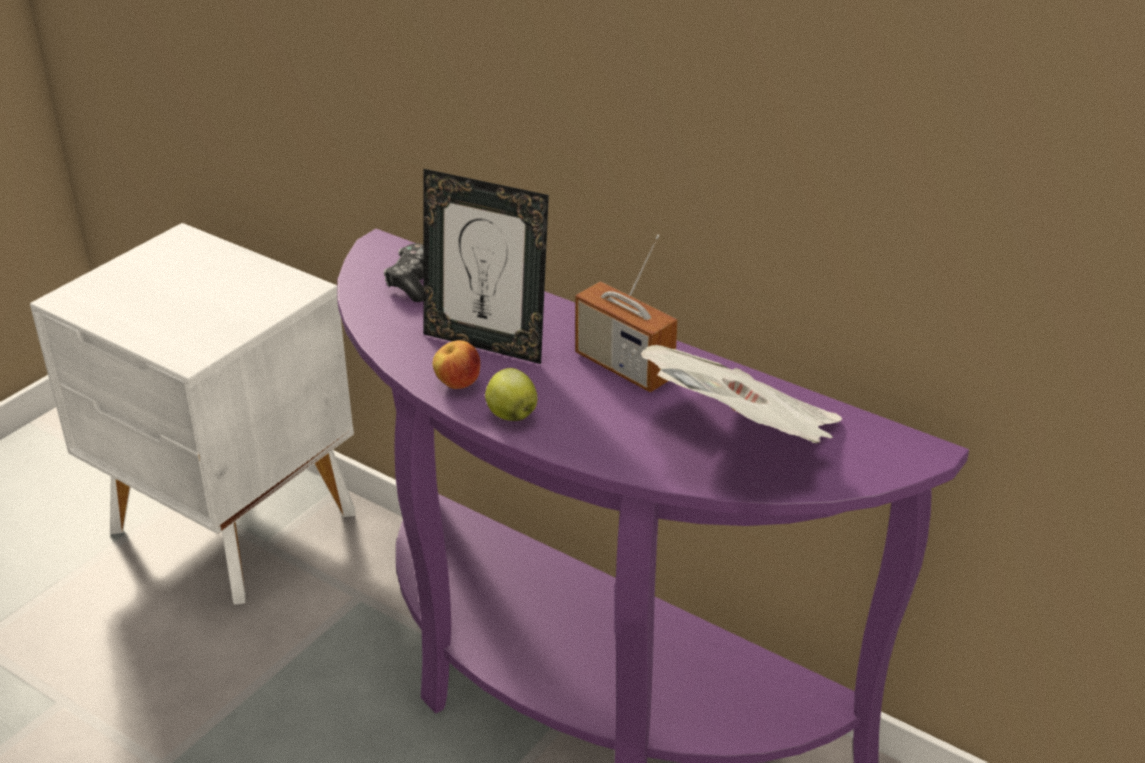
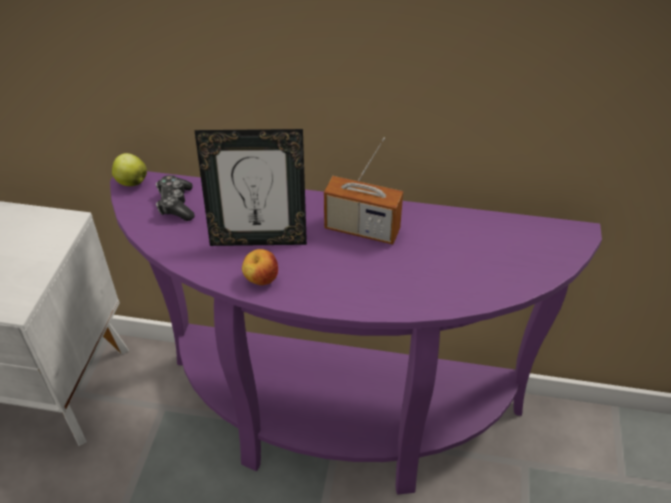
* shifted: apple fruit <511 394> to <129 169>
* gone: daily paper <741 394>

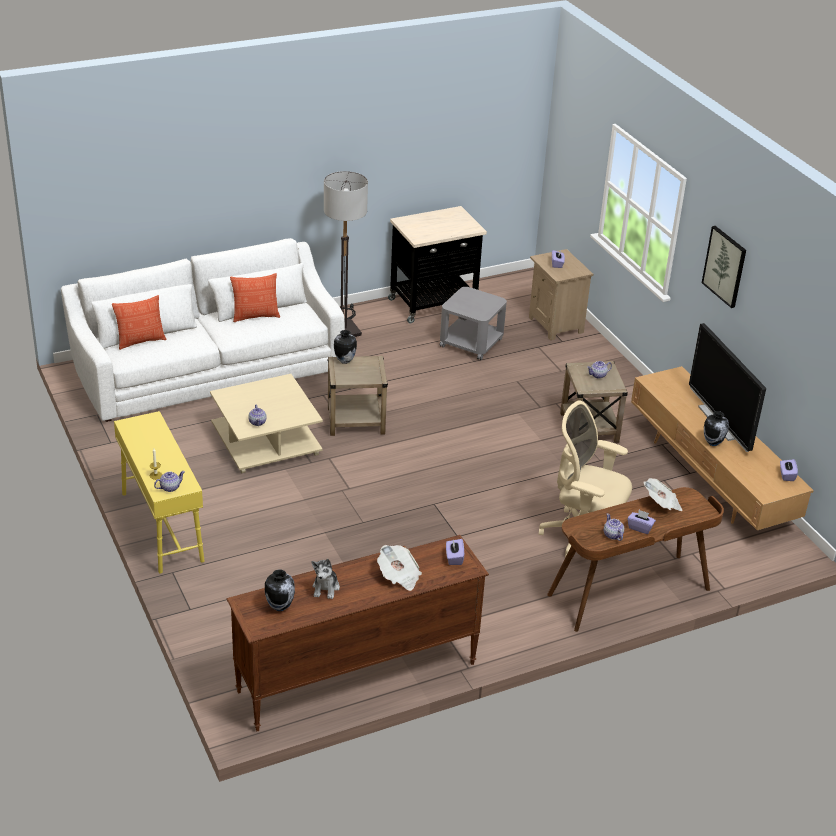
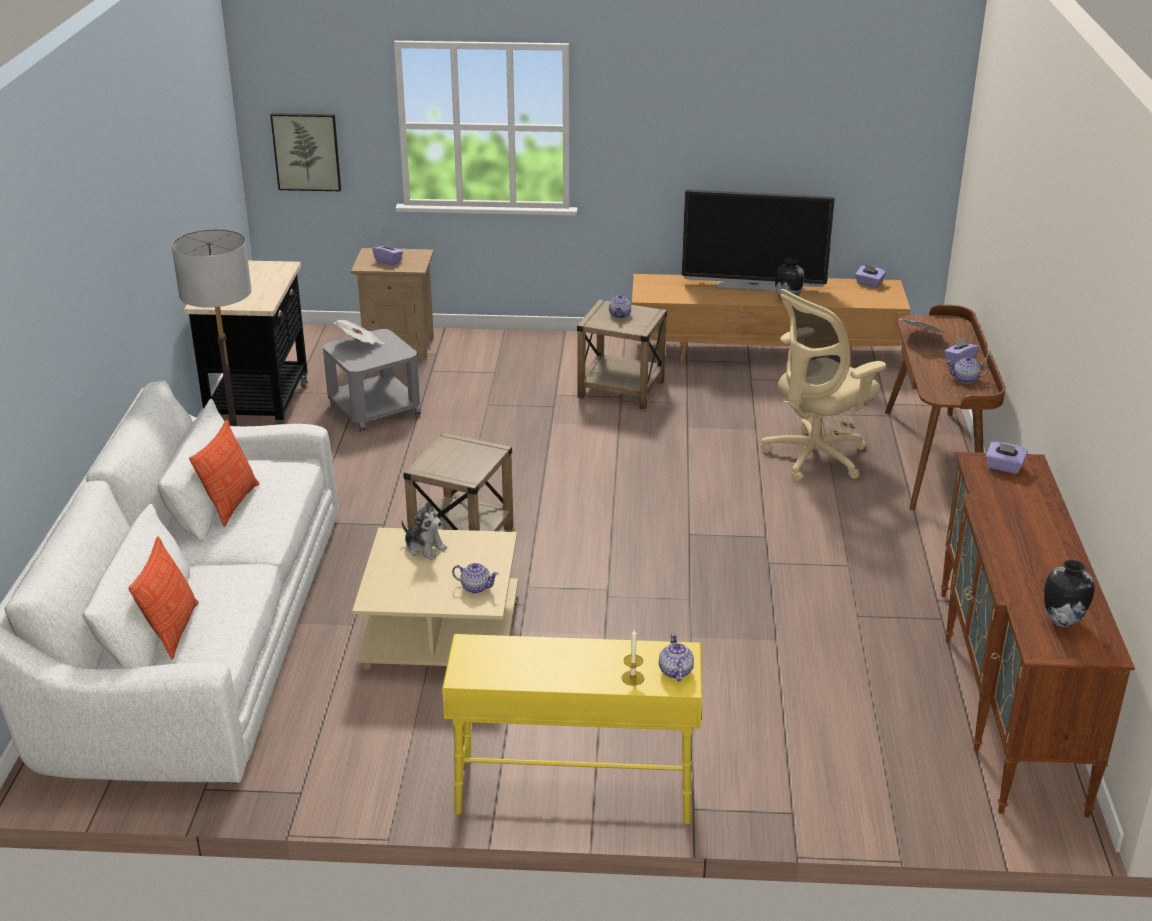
* shifted: wall picture <724 267> to <305 152>
* shifted: daily paper <399 568> to <359 332>
* shifted: cuddly toy <325 579> to <424 530>
* gone: decorative vase <345 347>

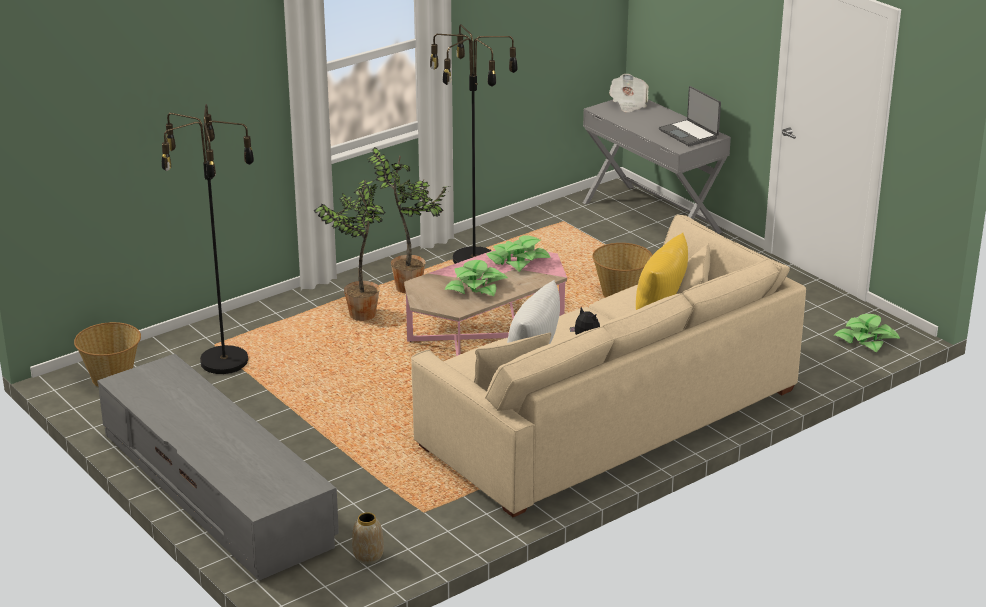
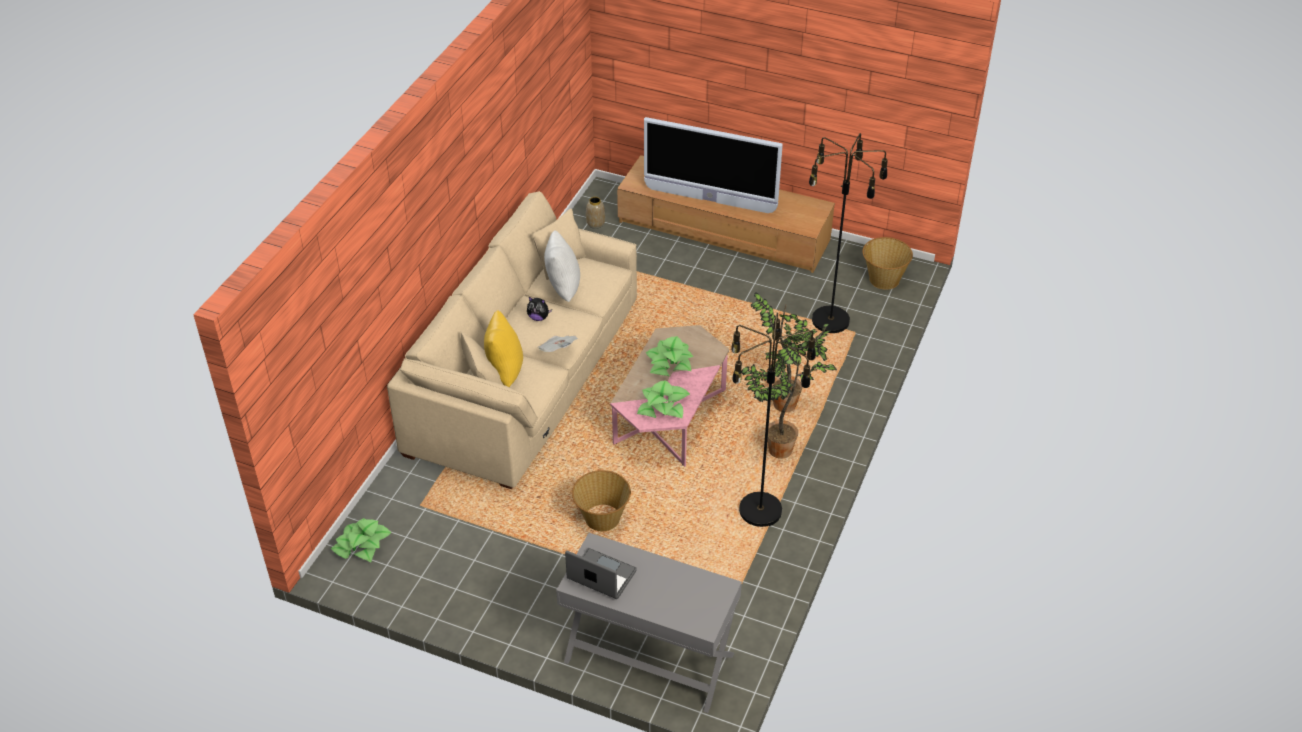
* shifted: daily paper <629 93> to <558 344>
* repainted: tv stand (greyish) <218 467> to tv stand (brown-coloured) <726 214>
* new: television <713 165>

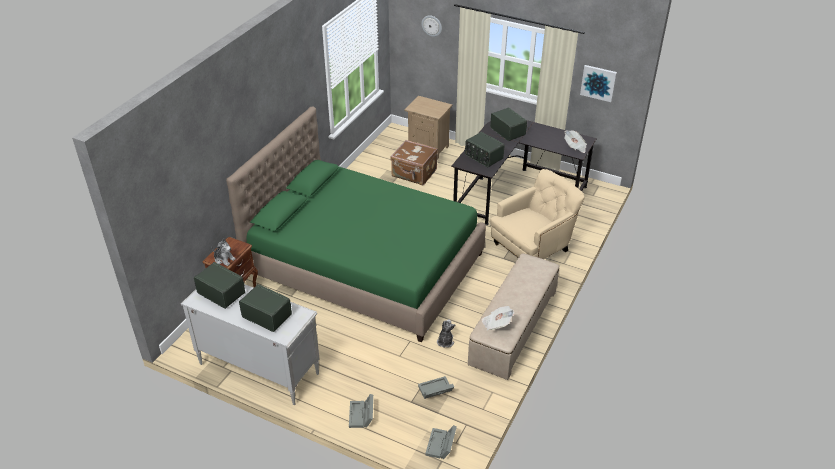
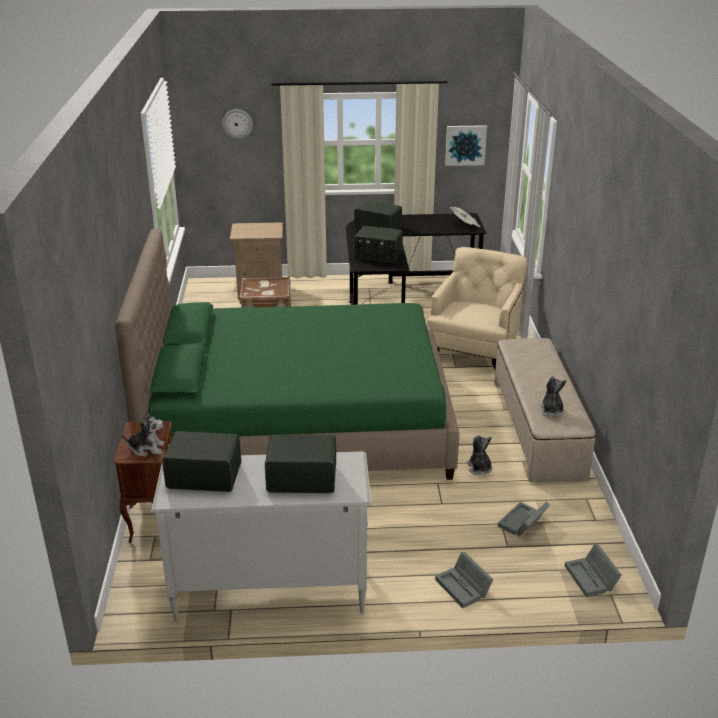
* swapped: daily paper <498 318> to cuddly toy <553 396>

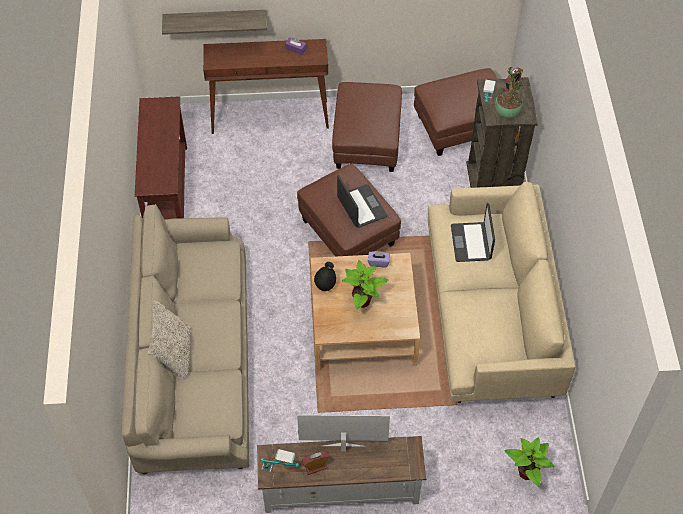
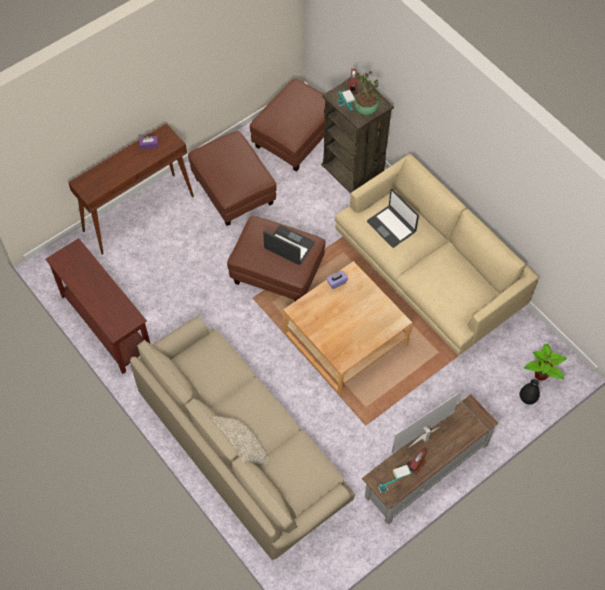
* shifted: decorative vase (blackish) <325 276> to <529 392>
* gone: wall shelf <214 22>
* gone: plant in a pot <365 284>

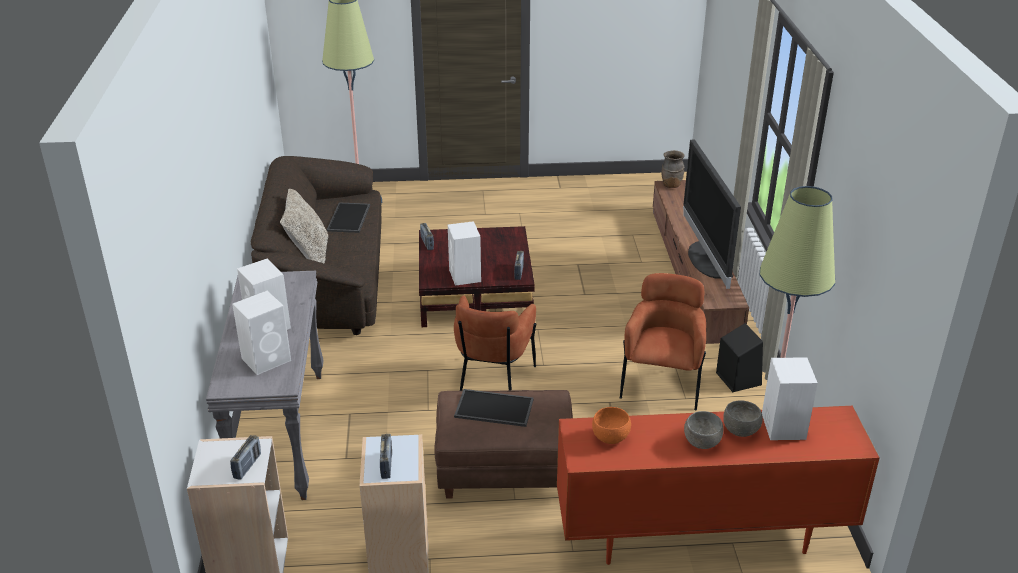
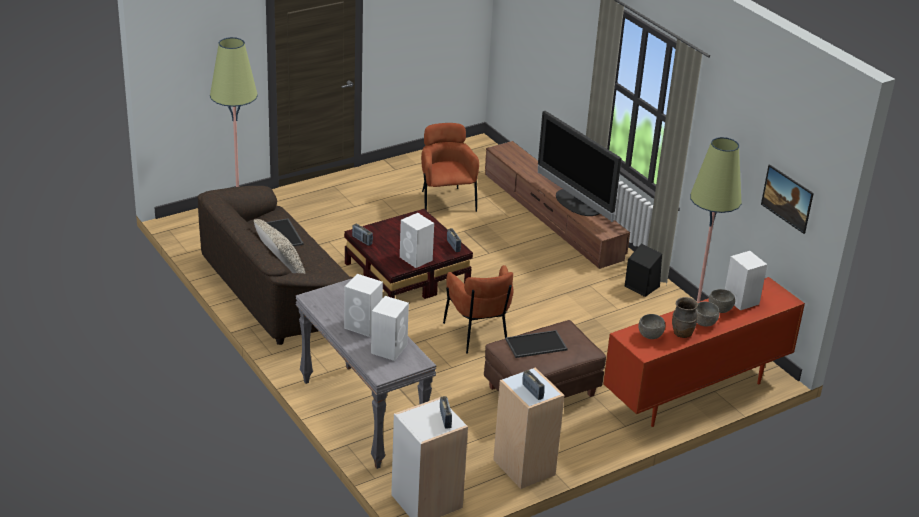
* shifted: easy chair (brown-coloured) <662 341> to <450 167>
* repainted: bowl (orange) <611 425> to bowl (greyish) <652 326>
* shifted: decorative vase (brown-coloured) <672 169> to <685 317>
* new: wall picture <787 199>

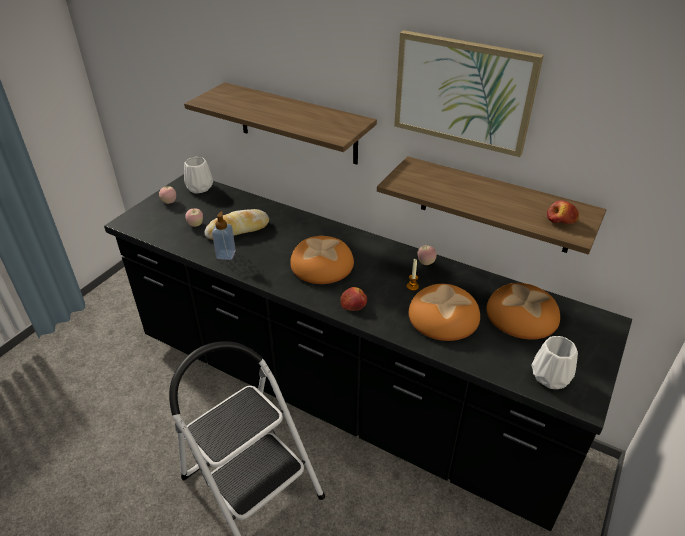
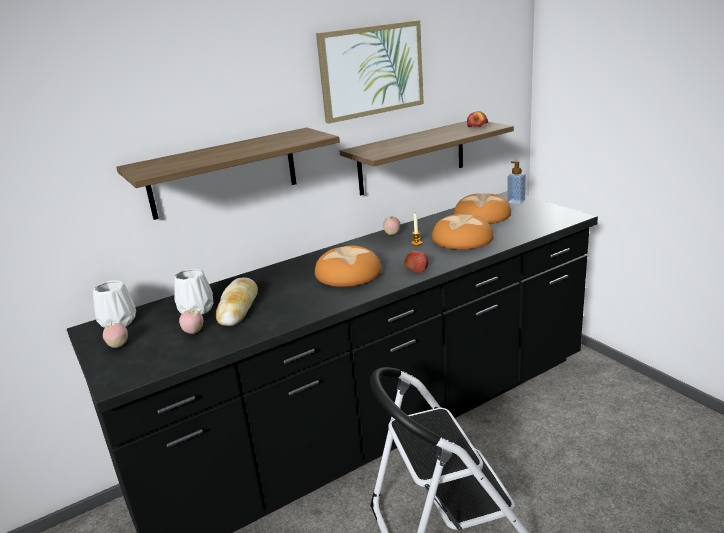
* shifted: decorative vase (white-coloured) <555 362> to <194 291>
* shifted: soap dispenser <224 235> to <516 182>

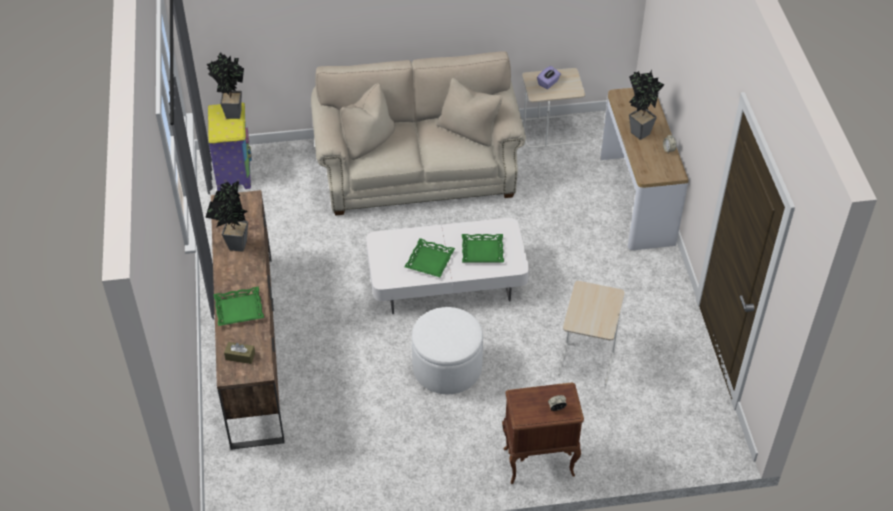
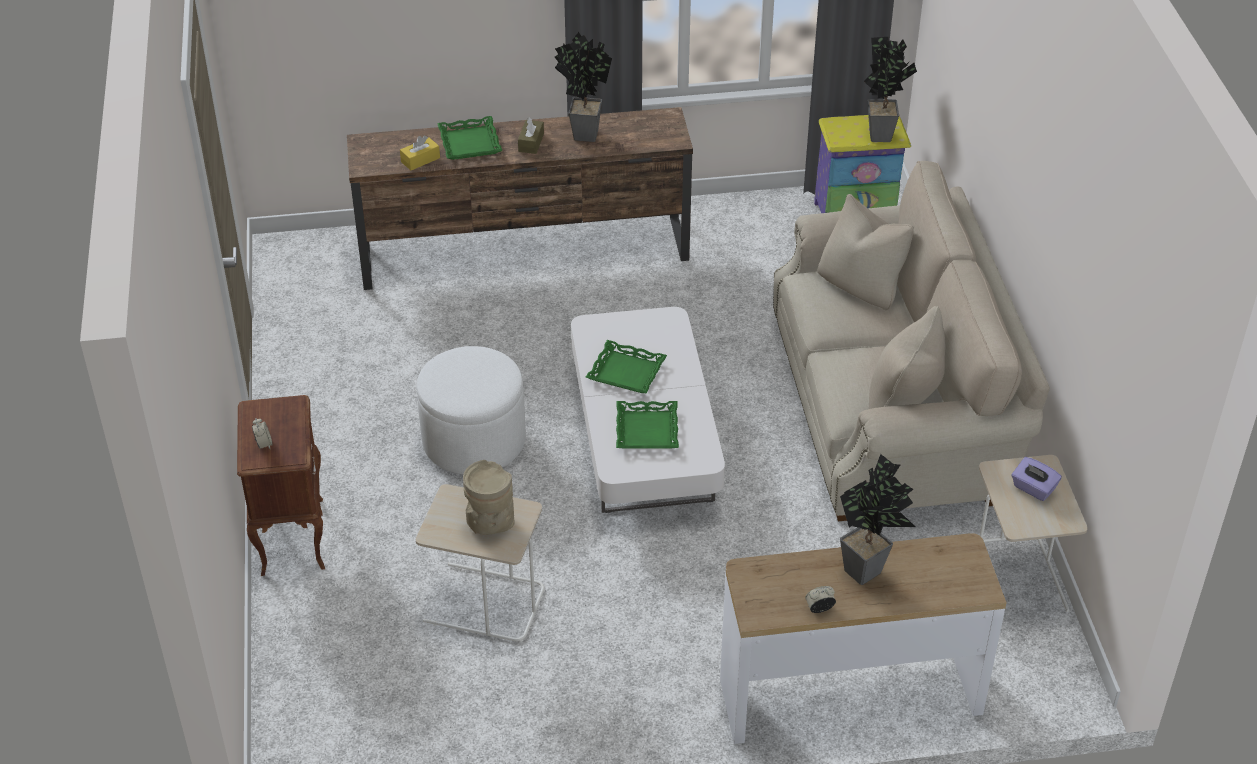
* new: tissue holder (yellow) <420 153>
* new: decorative vase (beige) <489 497>
* shifted: tissue holder (brown-coloured) <239 353> to <531 135>

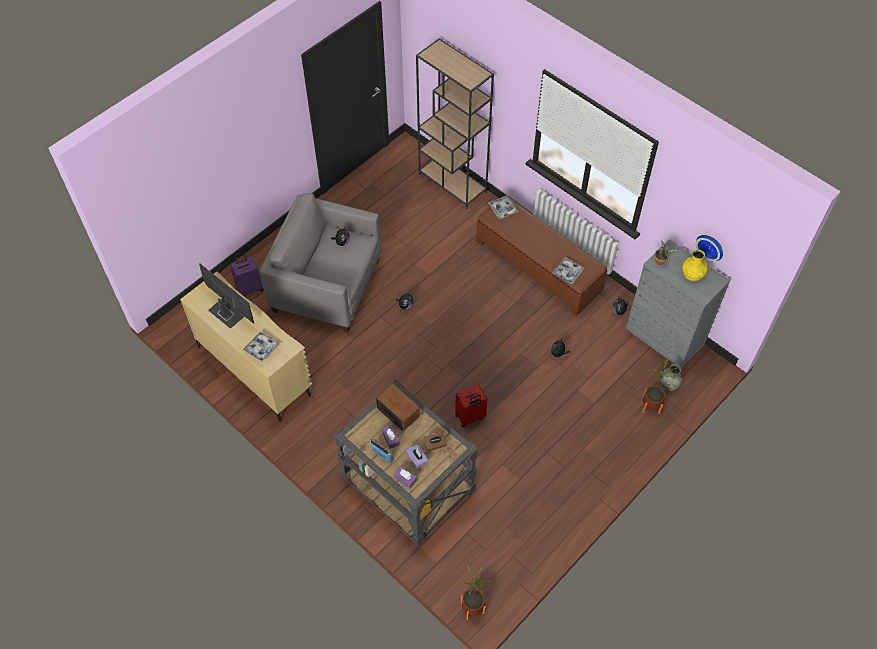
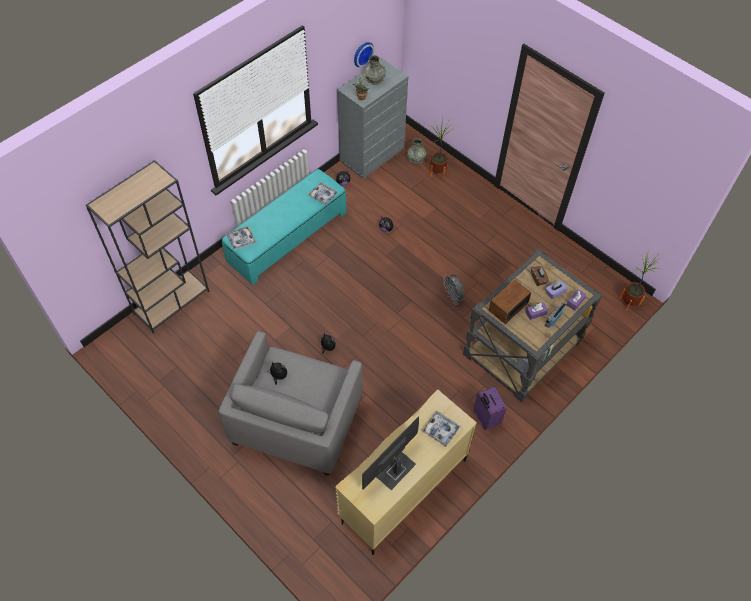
* repainted: bench (brown-coloured) <541 257> to bench (turquoise-coloured) <284 227>
* repainted: decorative vase (yellow) <695 265> to decorative vase (greyish) <375 70>
* swapped: suitcase (reddish) <471 406> to cooling fan (greyish) <453 289>
* shifted: suitcase (purple) <247 274> to <490 408>

